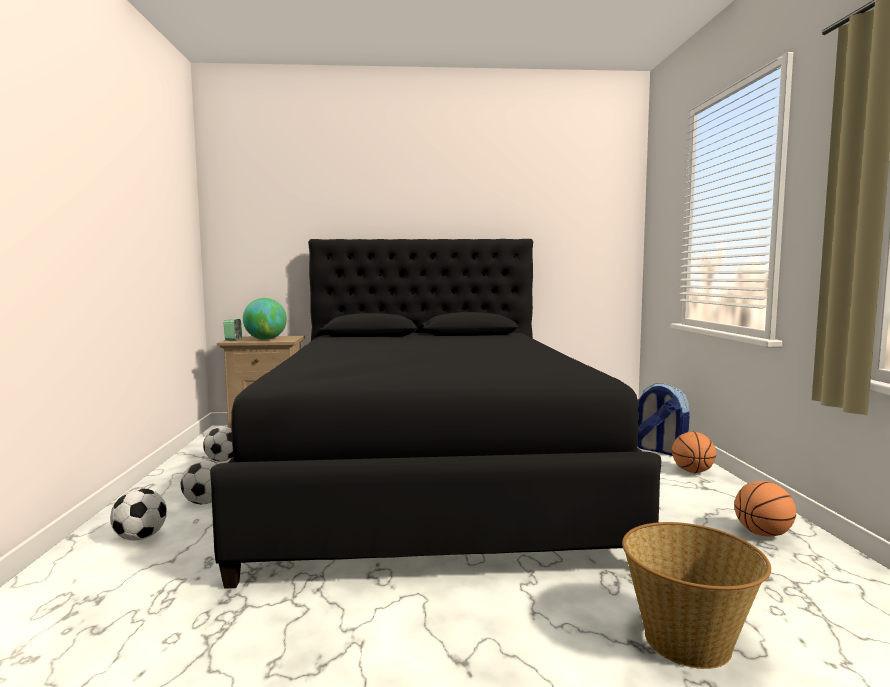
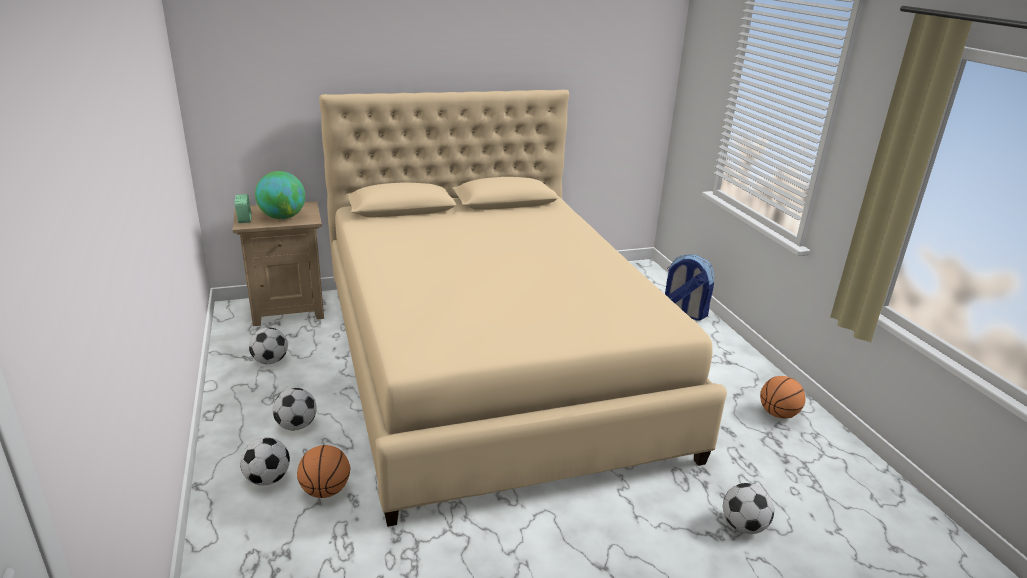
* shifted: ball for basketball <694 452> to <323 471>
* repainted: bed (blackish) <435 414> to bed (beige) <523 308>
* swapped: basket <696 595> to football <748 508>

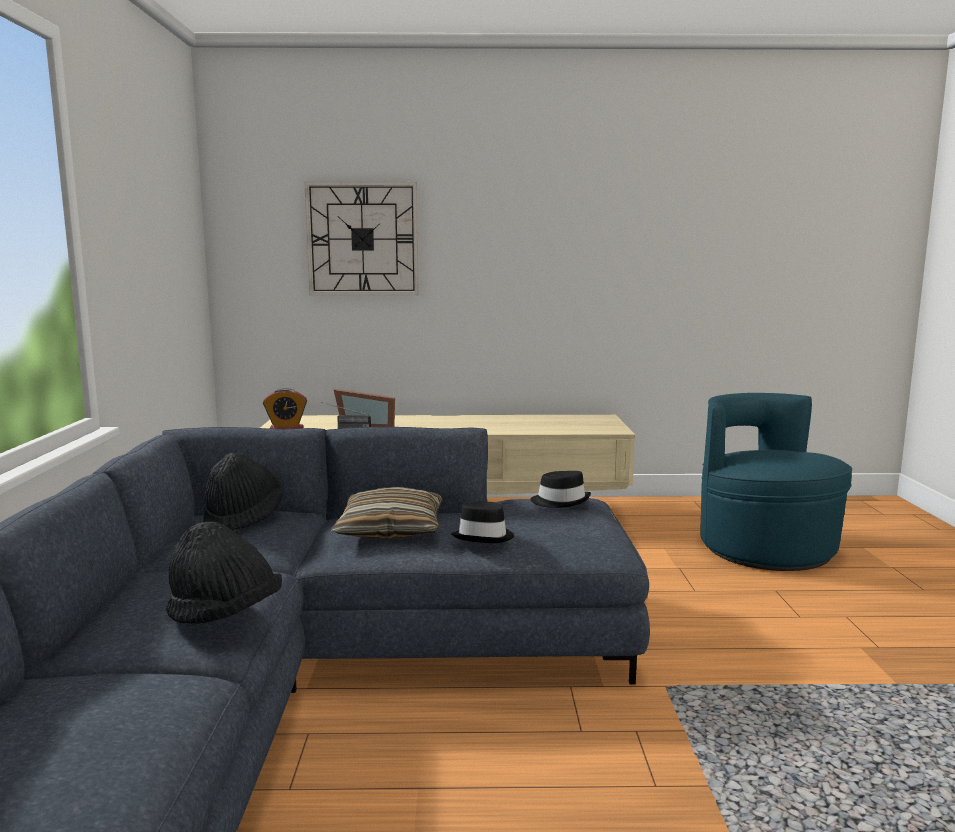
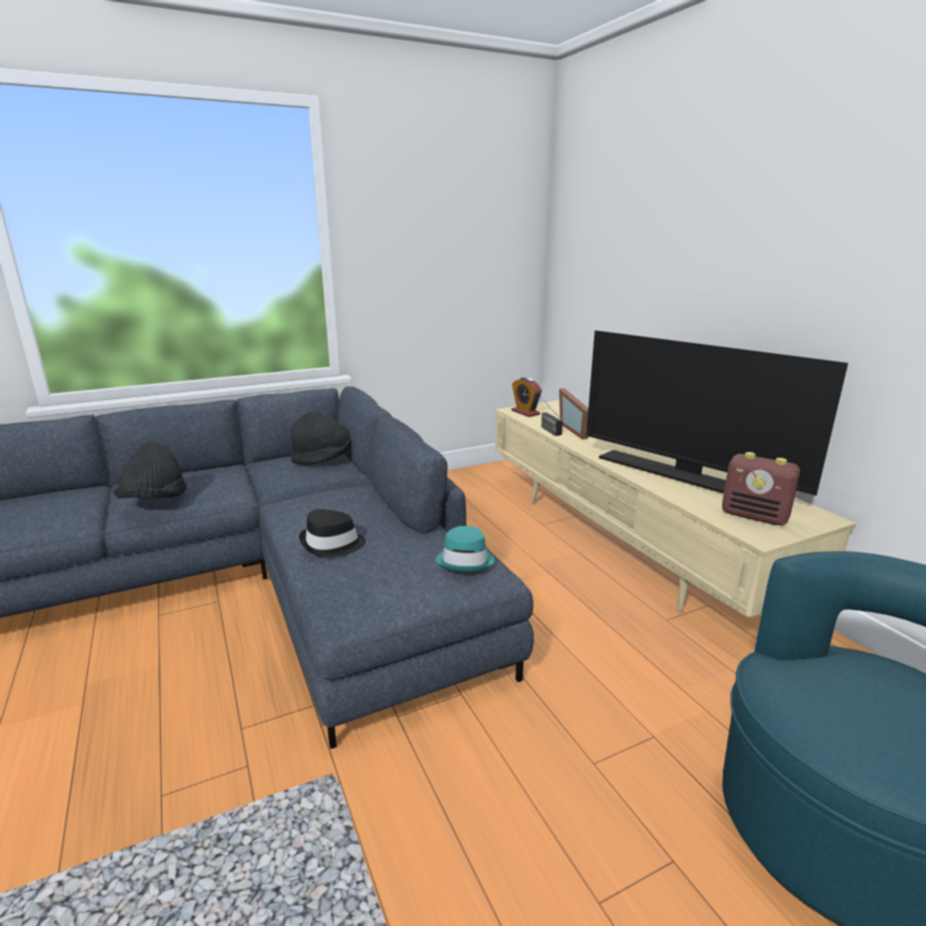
* repainted: hat (blackish) <560 489> to hat (turquoise-coloured) <465 549>
* new: television <717 413>
* new: radio <761 488>
* gone: clock on the wall <361 238>
* gone: throw pillow <386 513>

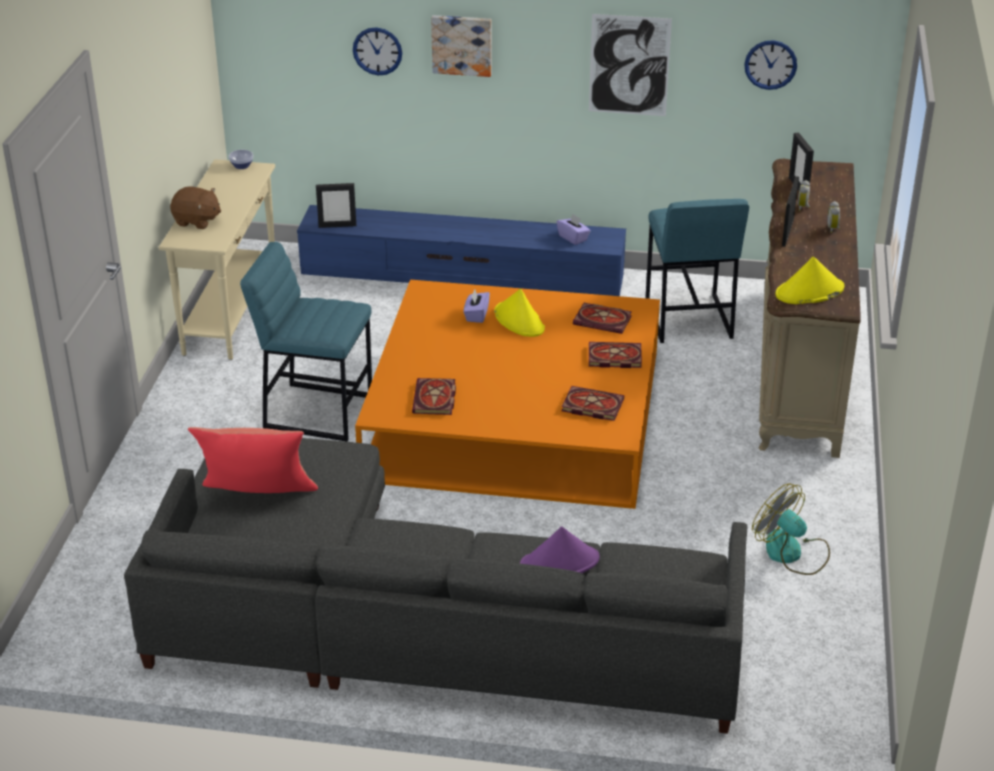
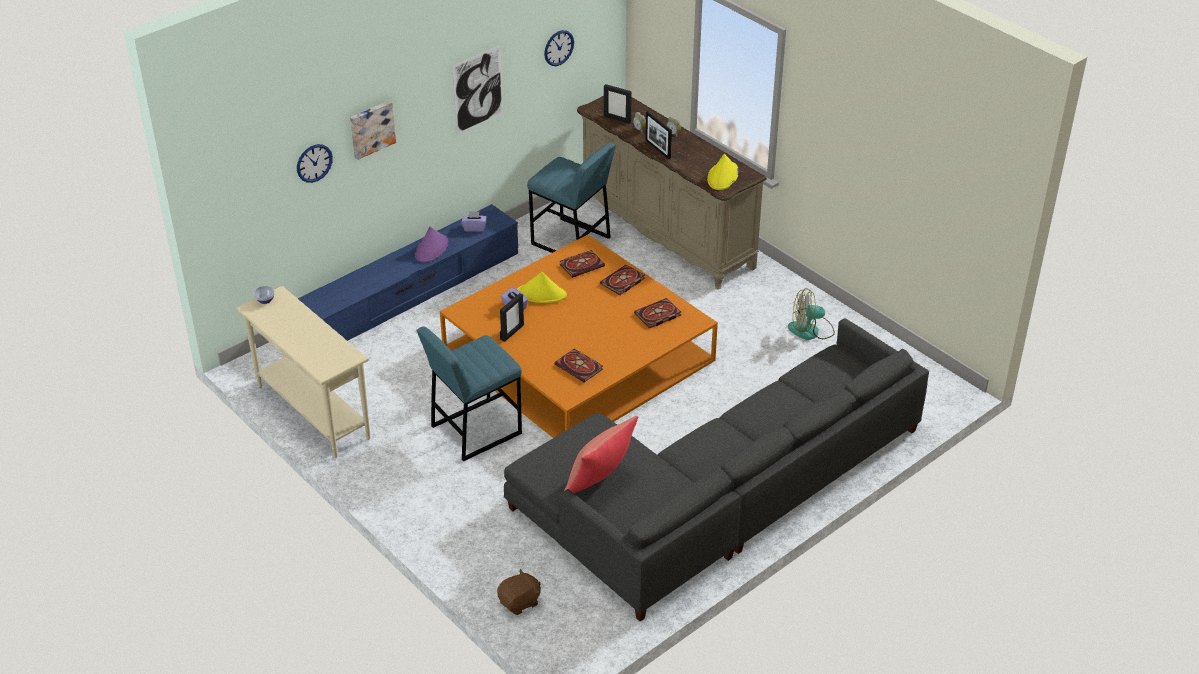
* shifted: hat (purple) <560 549> to <431 245>
* shifted: cuddly toy (brown-coloured) <195 207> to <519 592>
* shifted: photo frame <336 205> to <512 317>

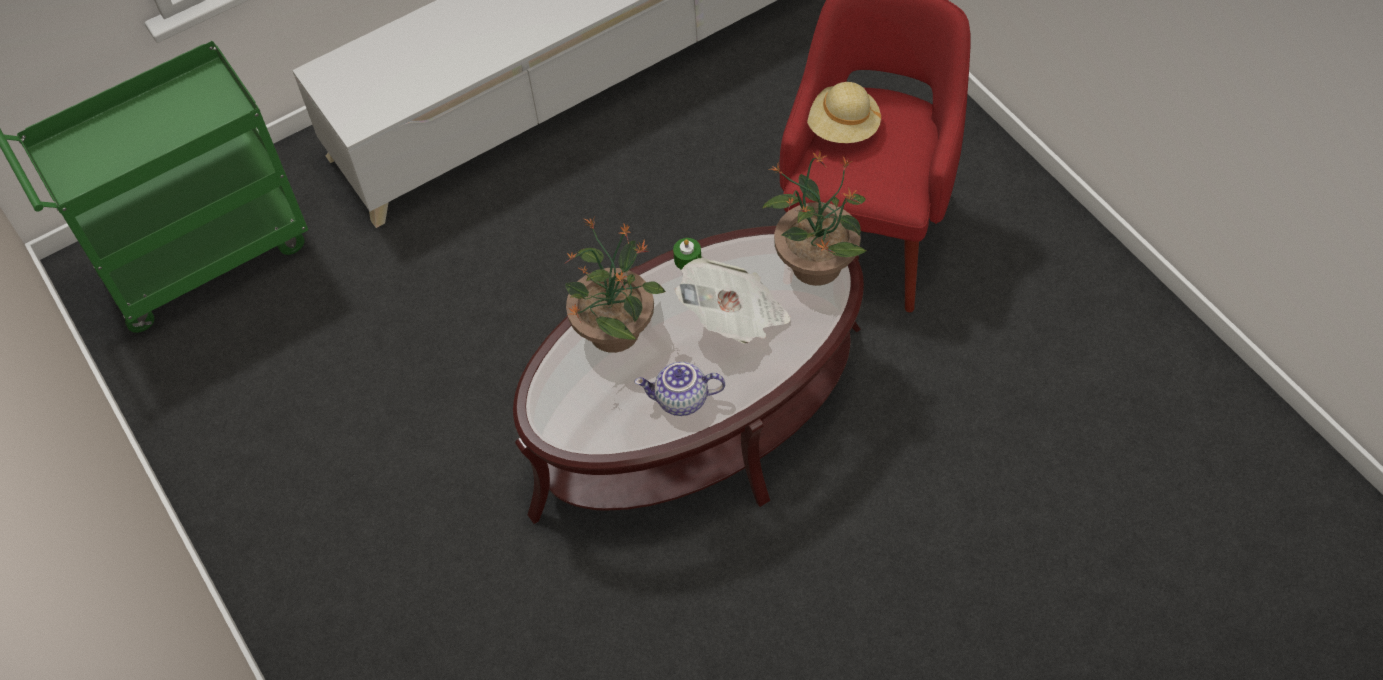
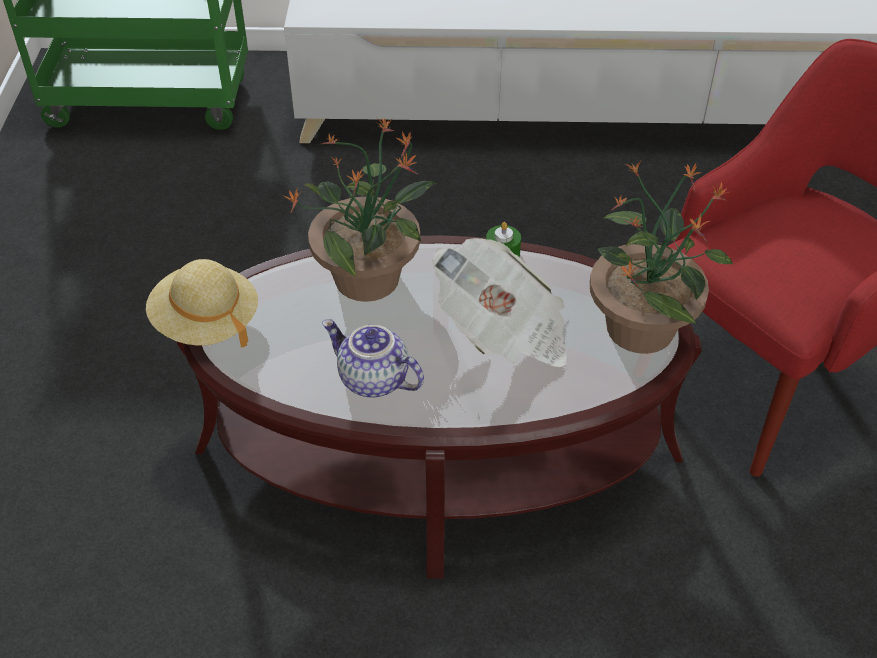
* shifted: hat (beige) <844 112> to <202 303>

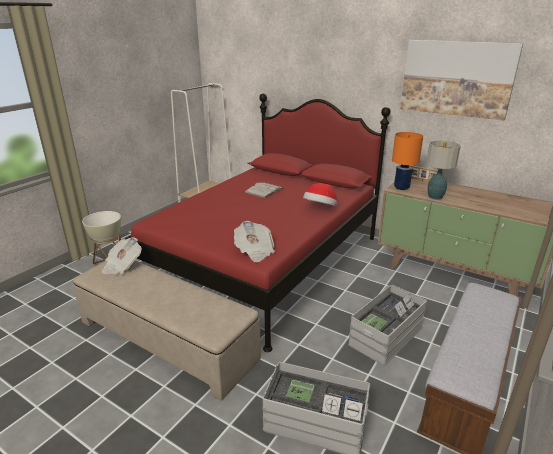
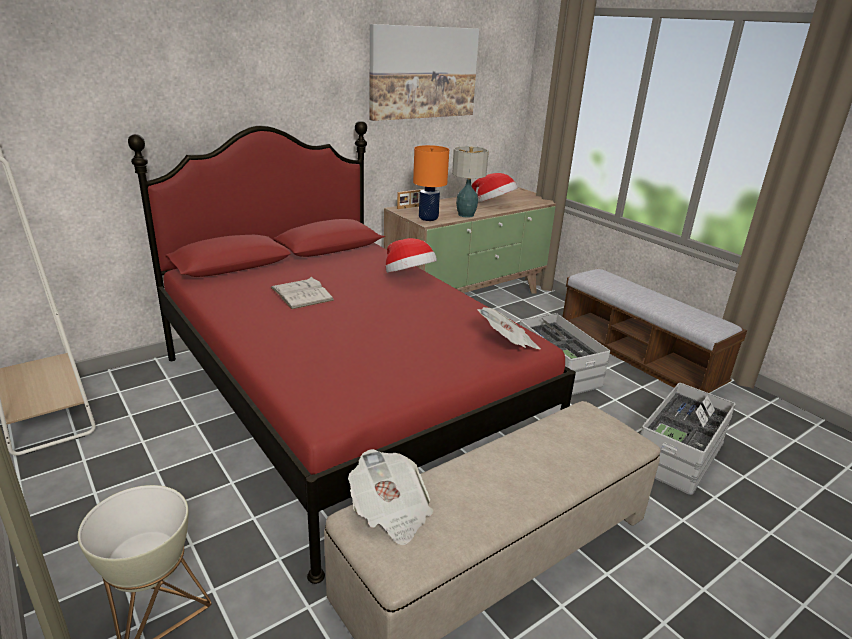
* new: hat <495 187>

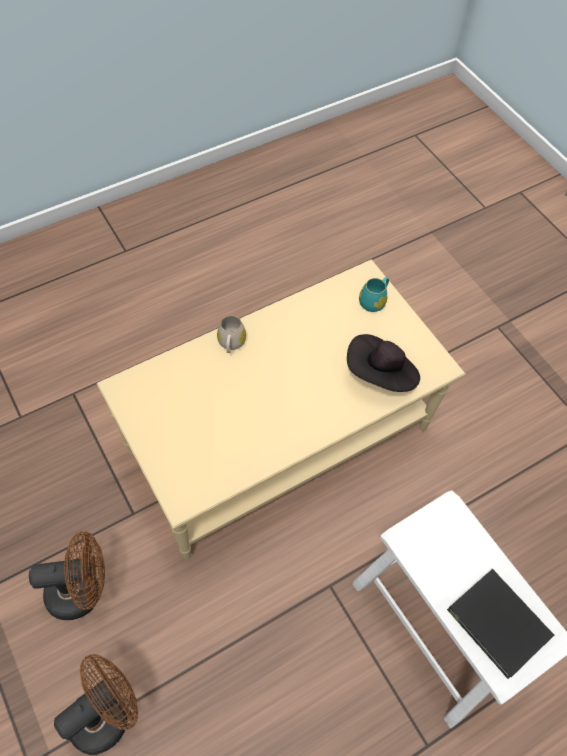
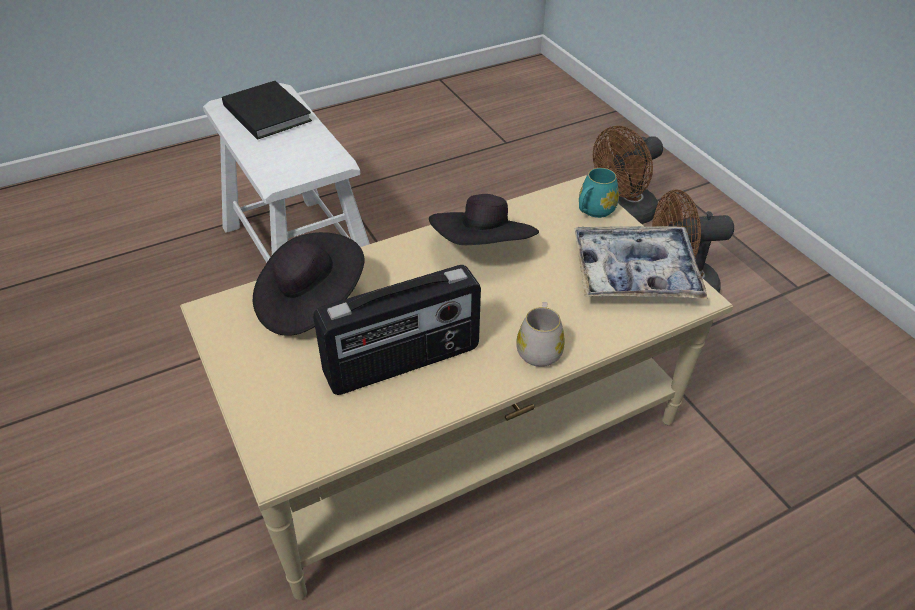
* new: radio <397 330>
* new: hat (blackish) <484 219>
* new: carrying tray <641 262>
* shifted: tea mug (turquoise-coloured) <374 294> to <599 193>

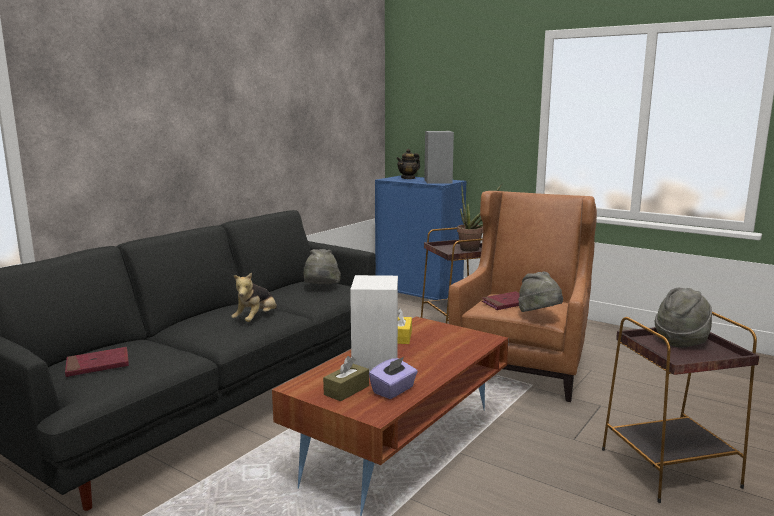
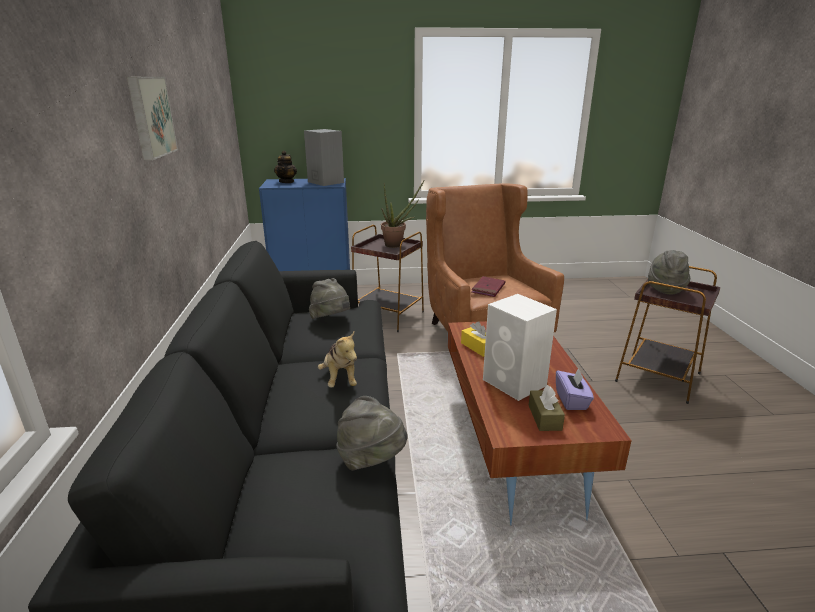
* new: wall picture <152 118>
* shifted: hat (greyish) <540 292> to <372 433>
* gone: bound book (reddish) <97 362>

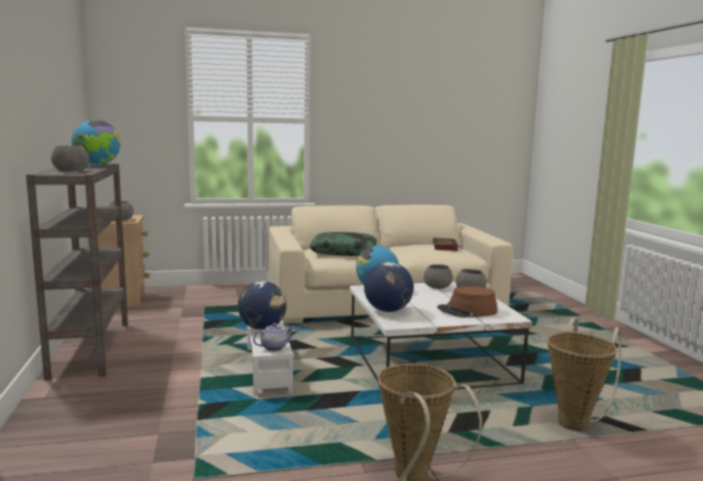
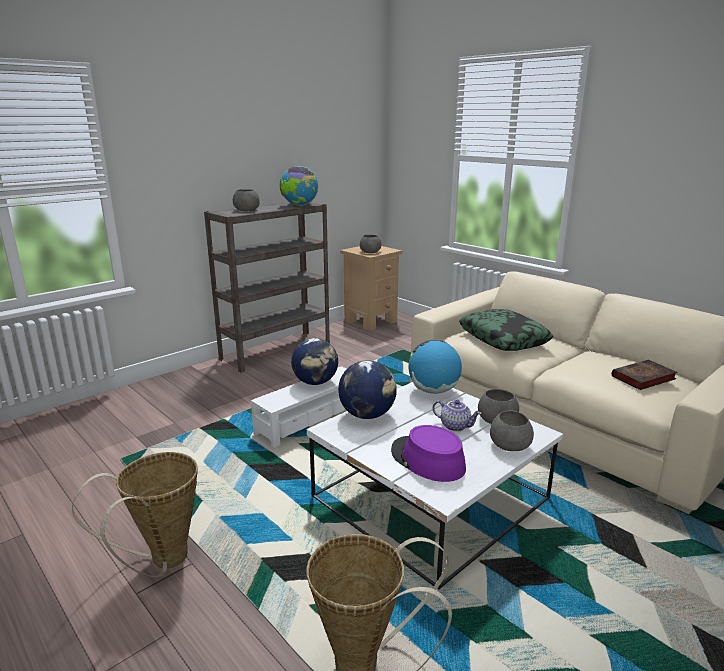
* repainted: hat (brown-coloured) <467 301> to hat (purple) <428 453>
* shifted: tea pot <274 337> to <457 416>

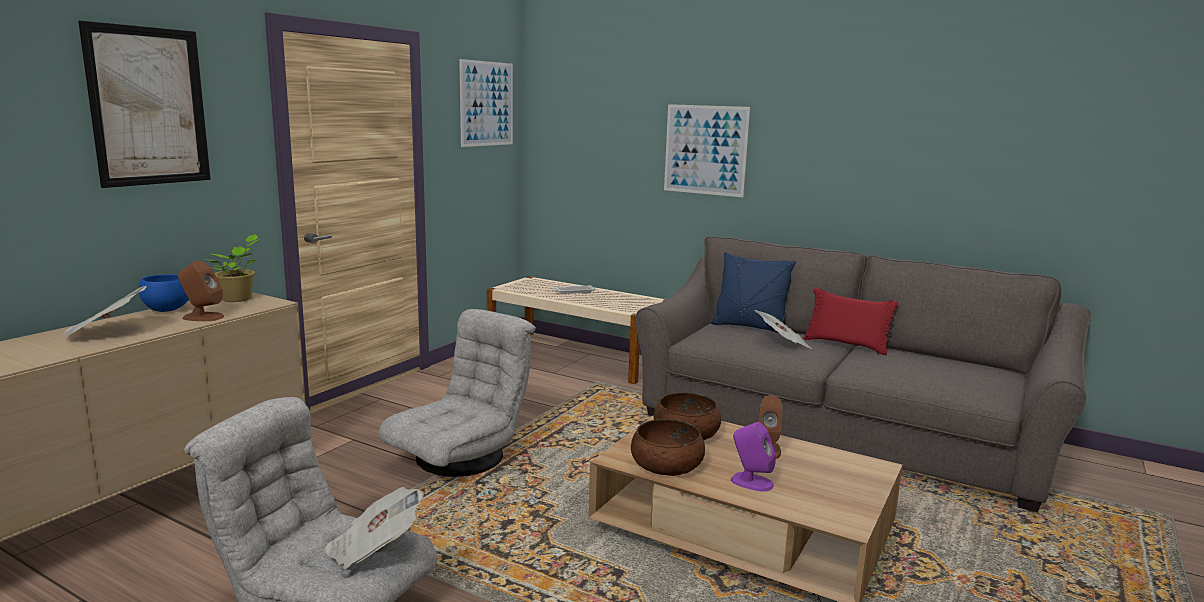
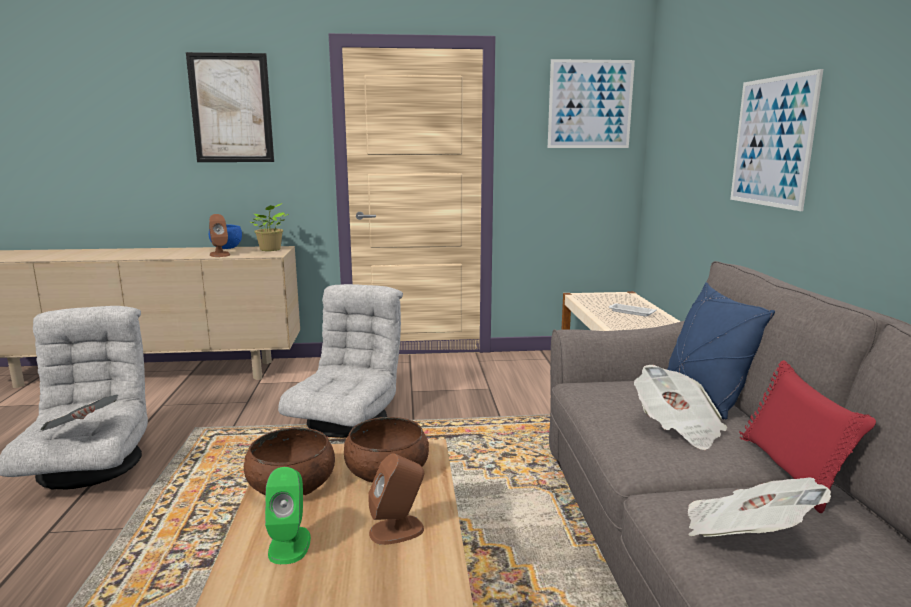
* repainted: audio speaker (purple) <753 457> to audio speaker (greenish) <288 515>
* rotated: easy chair (greyish) <457 393> = <340 361> 75 degrees counterclockwise
* shifted: daily paper <105 311> to <759 507>

